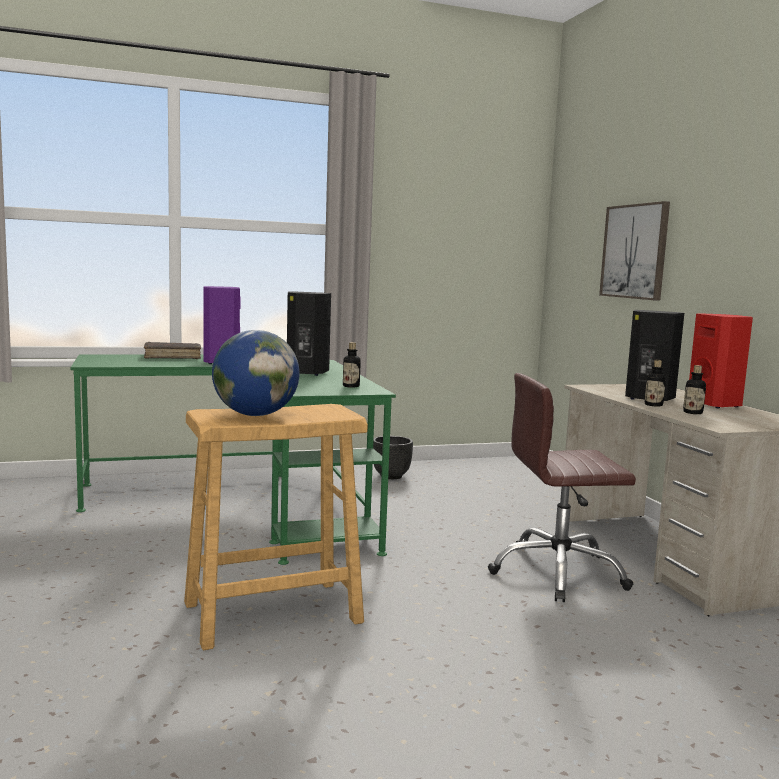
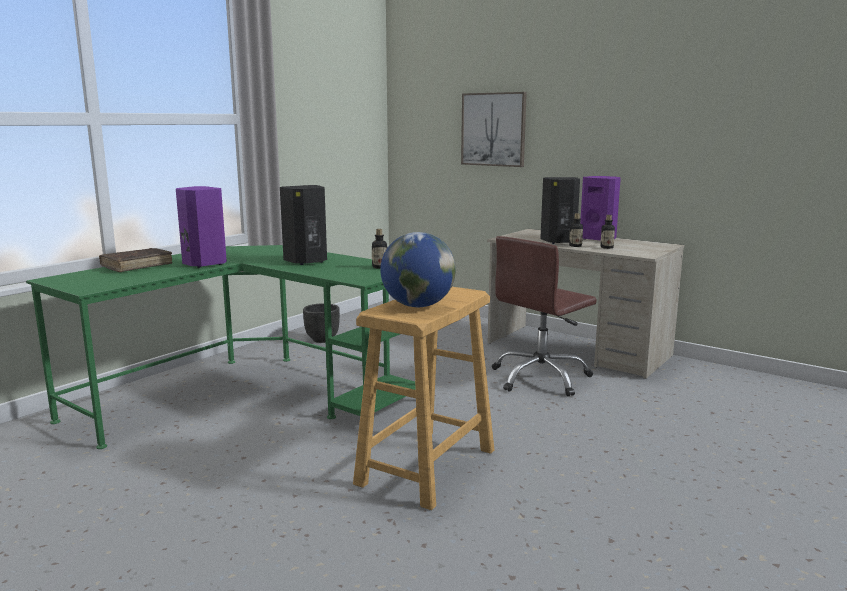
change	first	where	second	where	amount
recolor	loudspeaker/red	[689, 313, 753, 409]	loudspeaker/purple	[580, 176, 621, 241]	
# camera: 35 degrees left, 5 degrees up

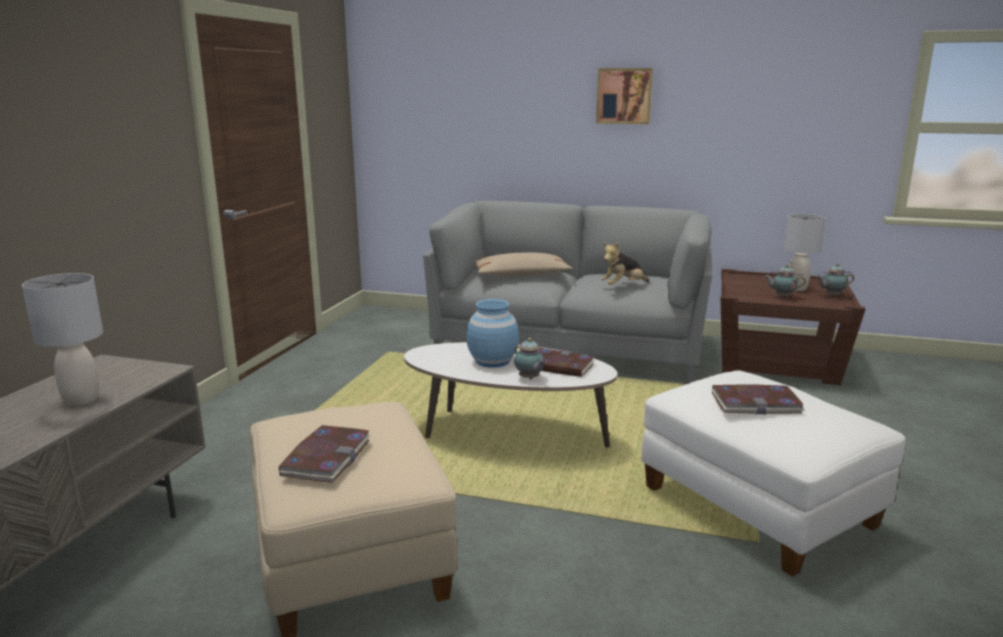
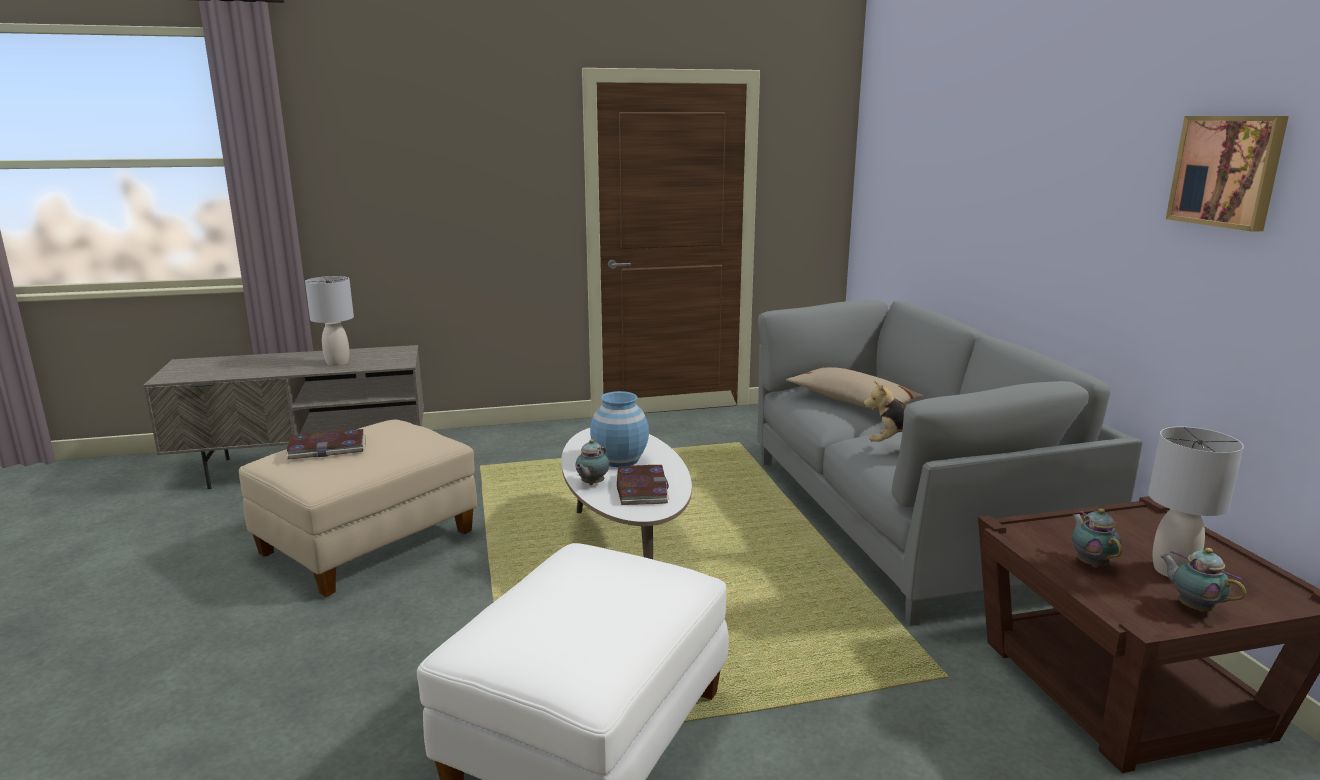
change	first	where	second	where	amount
move	picture	[596, 68, 653, 124]		[1166, 116, 1289, 232]	
delete	volume	[711, 384, 805, 414]			
# camera: 60 degrees right, 0 degrees up

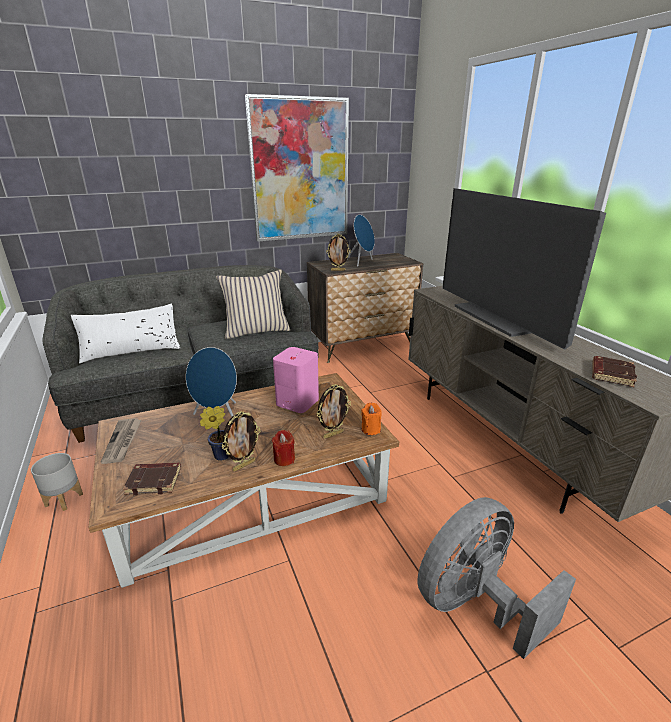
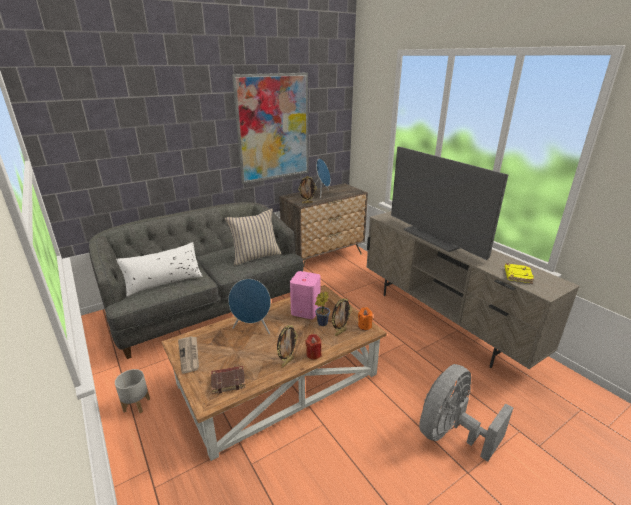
change	first	where	second	where	amount
move	potted plant	[200, 406, 229, 461]		[315, 292, 330, 326]	
recolor	volume/brown-coloured	[592, 356, 637, 387]	volume/yellow-coloured	[505, 264, 534, 284]	
# camera: 10 degrees left, 0 degrees up

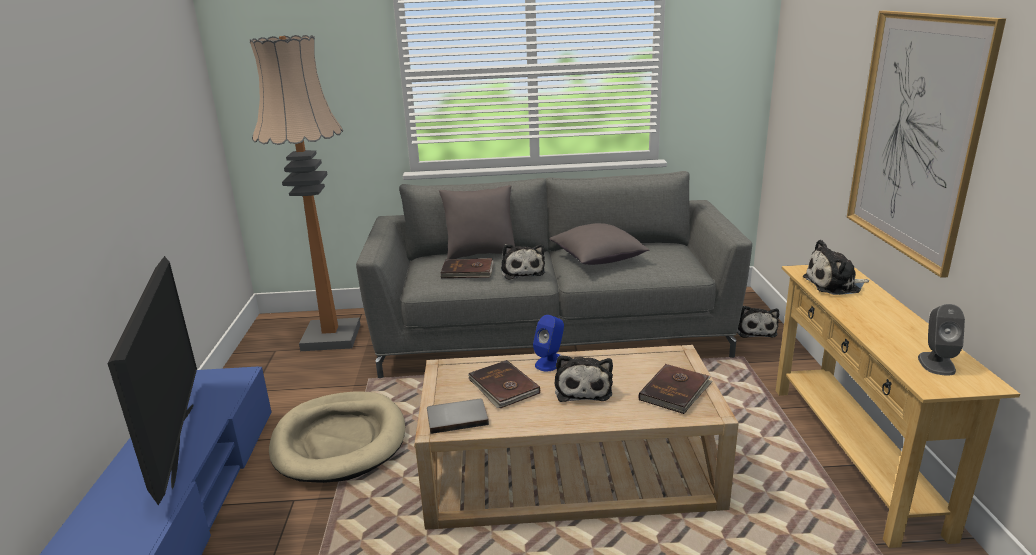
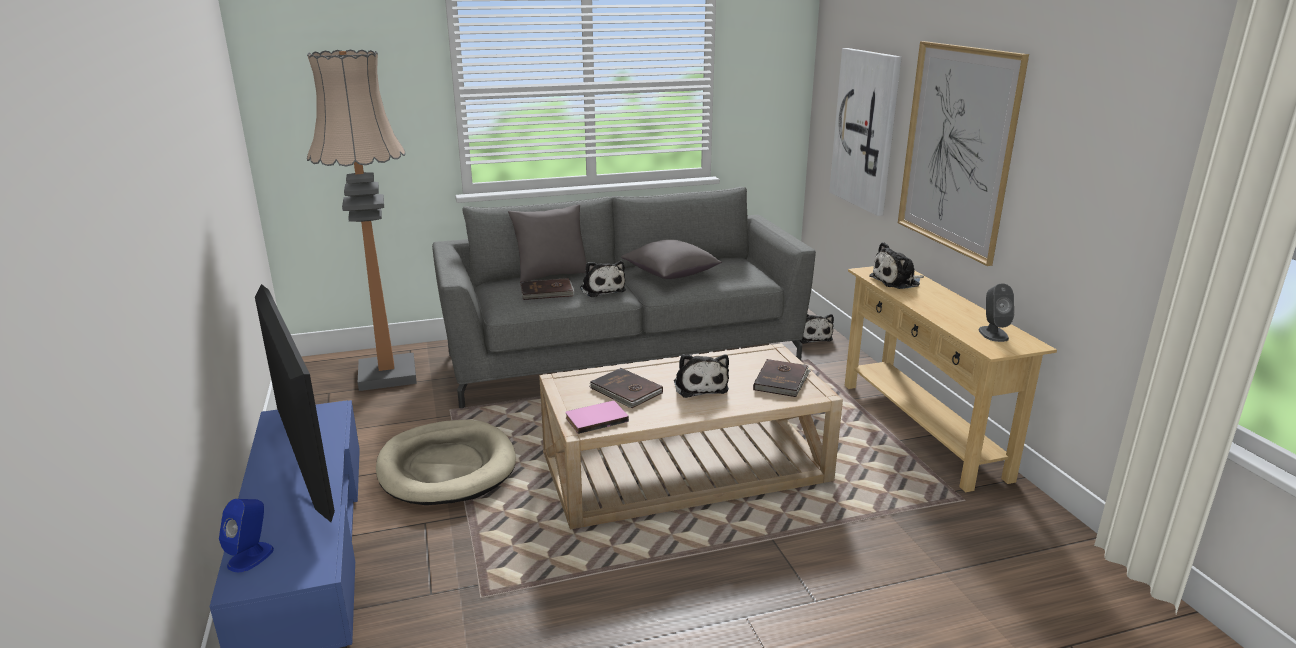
change	first	where	second	where	amount
recolor	volume/greyish	[427, 399, 489, 434]	volume/pinkish	[565, 401, 629, 434]	
move	loudspeaker/blue	[533, 315, 564, 372]		[219, 499, 274, 572]	
insert			picture	[829, 48, 902, 216]	
# camera: 15 degrees left, 0 degrees up

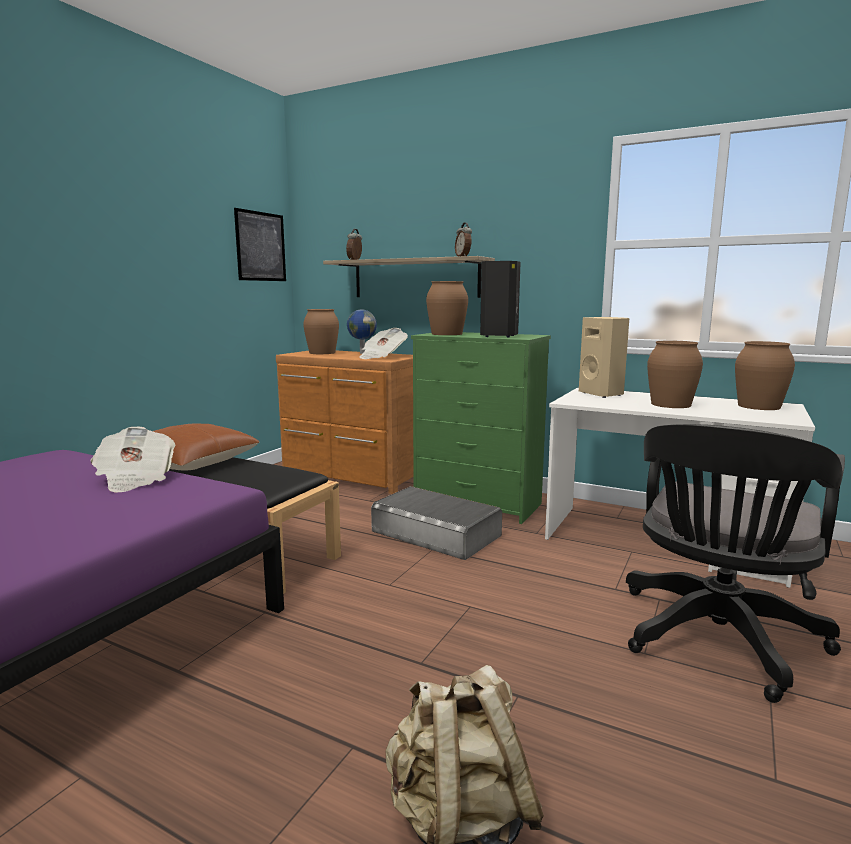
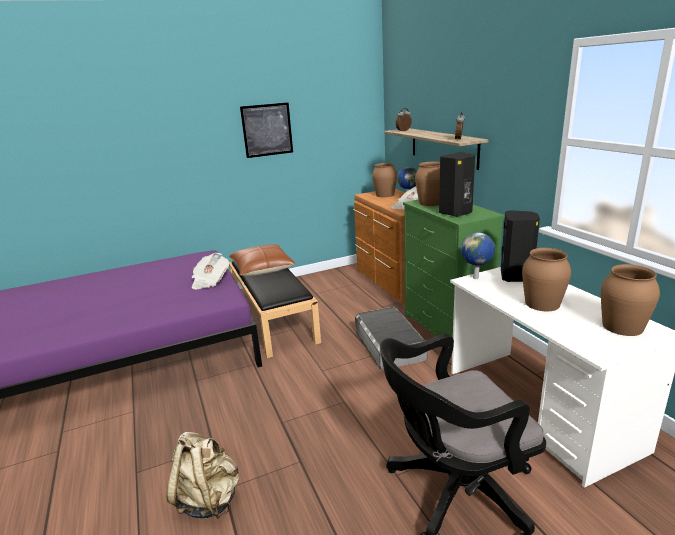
change	first	where	second	where	amount
move	picture	[234, 208, 286, 281]		[240, 103, 293, 158]	
recolor	loudspeaker/beige-coloured	[579, 317, 629, 398]	loudspeaker/black	[501, 210, 540, 282]	
insert			desk globe	[461, 232, 495, 279]	
# camera: 40 degrees right, 10 degrees up

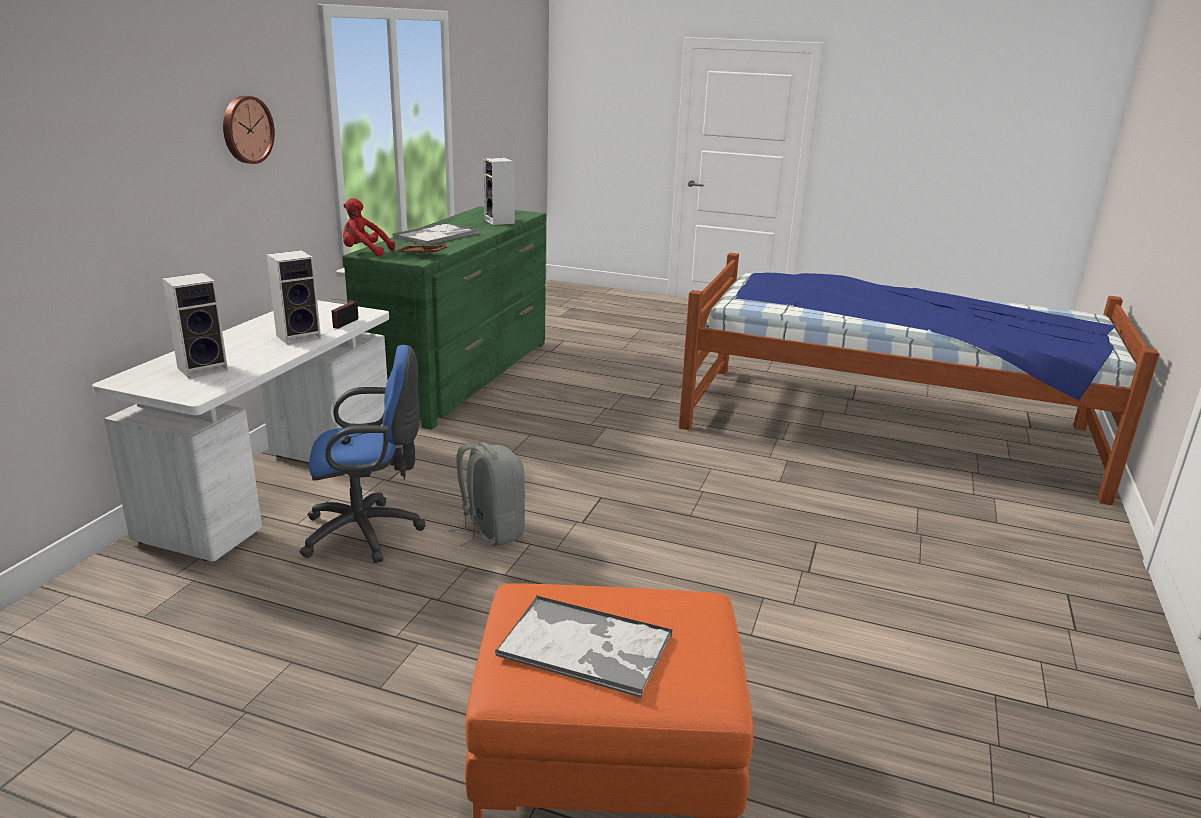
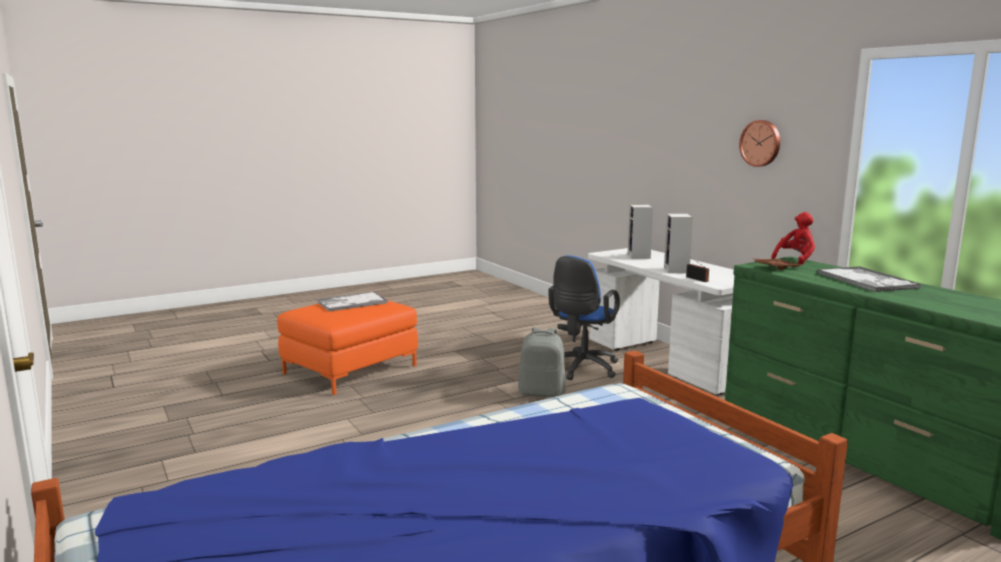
change	first	where	second	where	amount
delete	loudspeaker	[484, 158, 515, 225]			
# camera: 130 degrees right, 10 degrees down

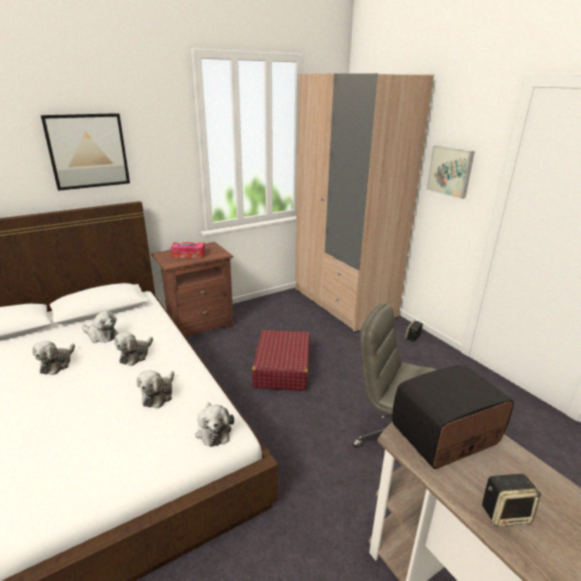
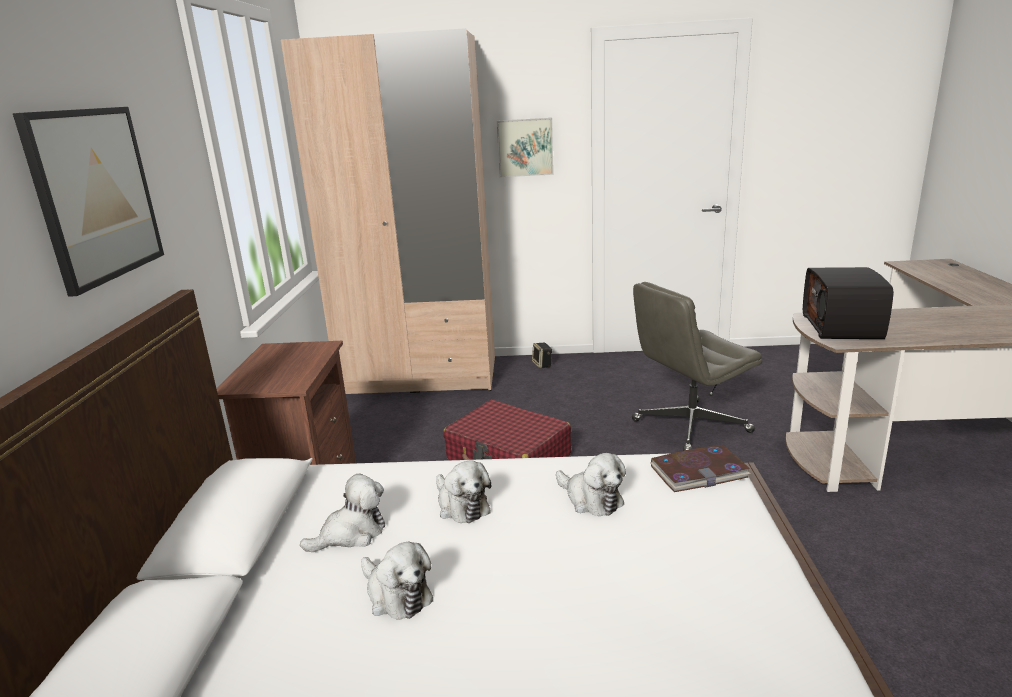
change	first	where	second	where	amount
delete	tissue box	[170, 242, 205, 258]			
replace	plush toy	[195, 402, 234, 447]	volume	[650, 445, 751, 492]	
delete	loudspeaker	[482, 474, 541, 527]			
# camera: 55 degrees left, 5 degrees down

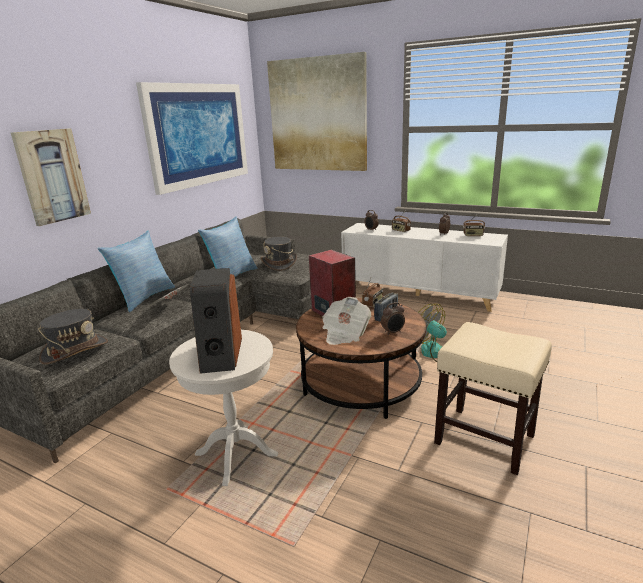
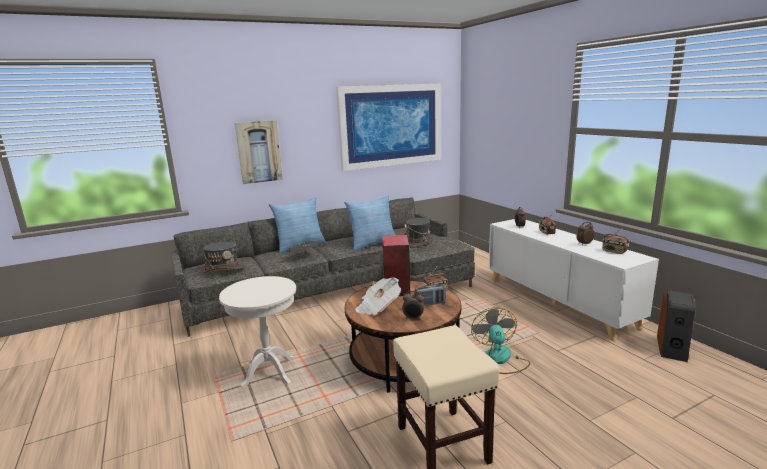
change	first	where	second	where	amount
move	loudspeaker	[190, 268, 242, 374]		[657, 290, 695, 362]	
delete	picture	[267, 52, 367, 171]			
# camera: 35 degrees right, 5 degrees down

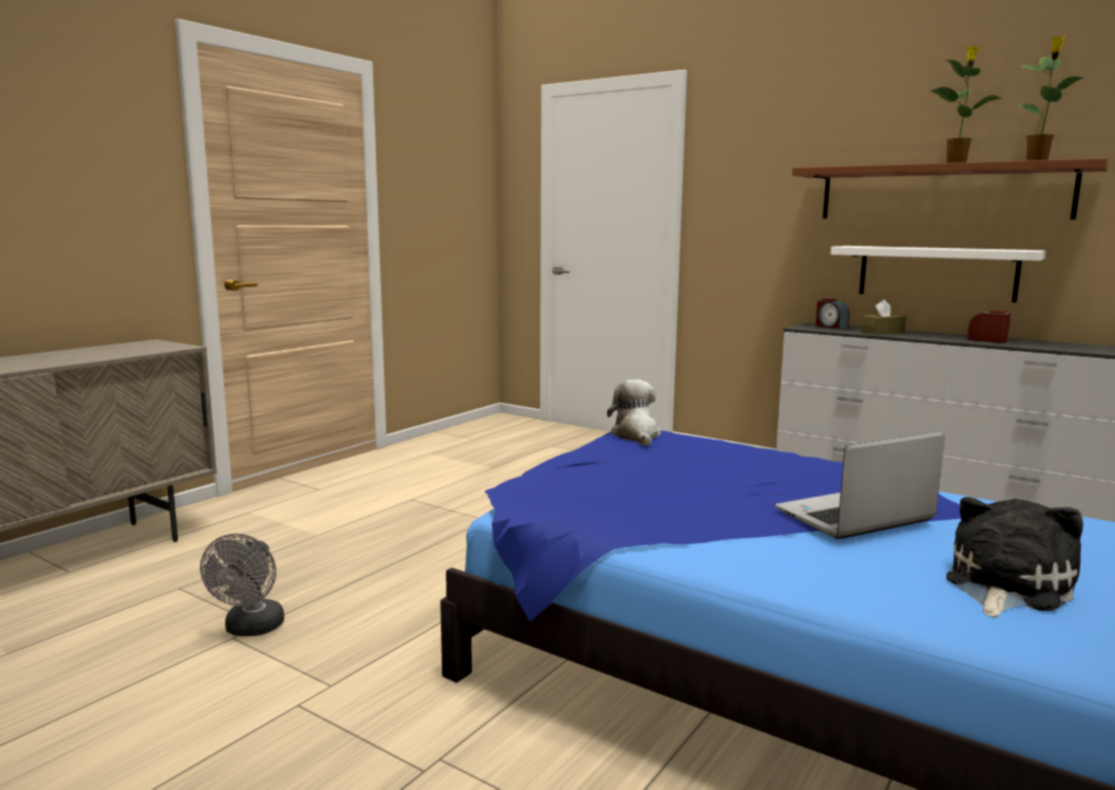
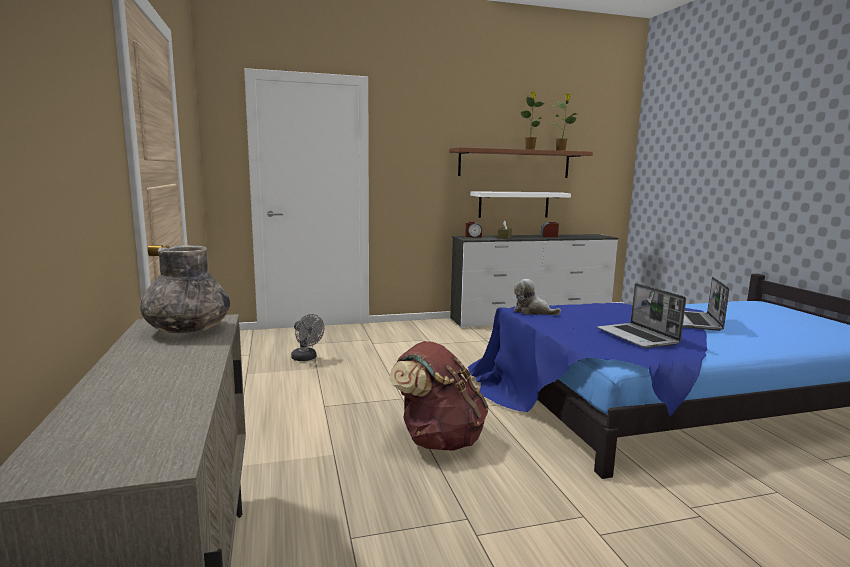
change	first	where	second	where	amount
move	fan/greyish	[200, 533, 284, 636]		[291, 314, 324, 361]	
delete	plush toy	[946, 497, 1083, 618]			
insert			vase/greyish	[140, 245, 230, 333]	
insert			backpack/brown-coloured	[389, 341, 488, 451]	
insert			laptop	[597, 283, 686, 348]	
# camera: 50 degrees left, 0 degrees up

